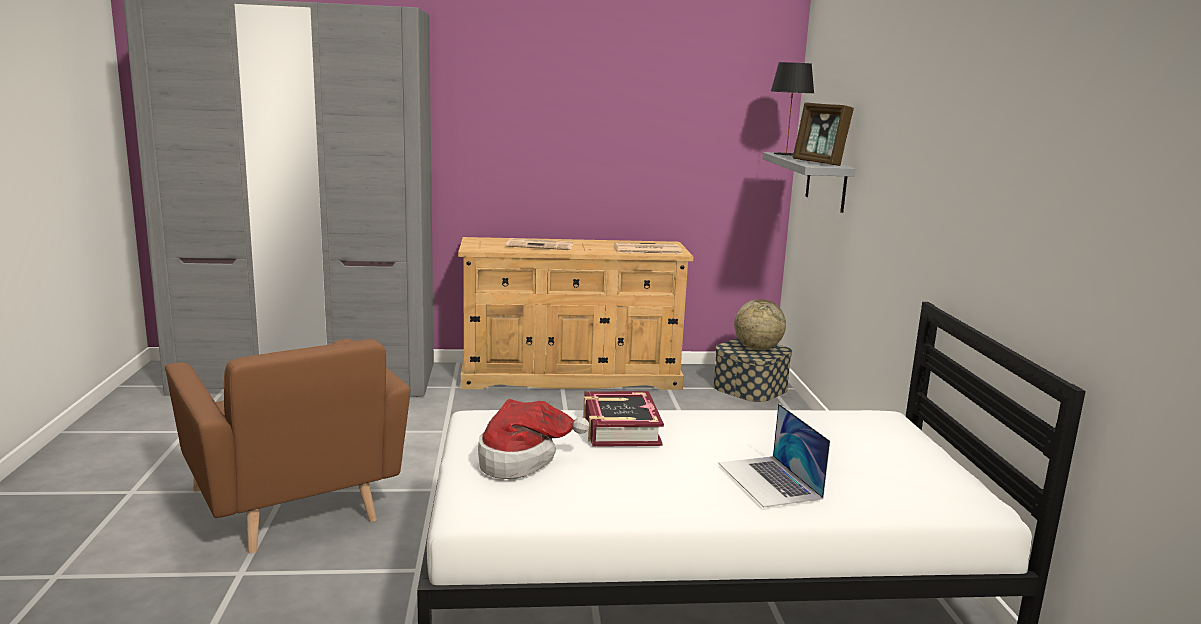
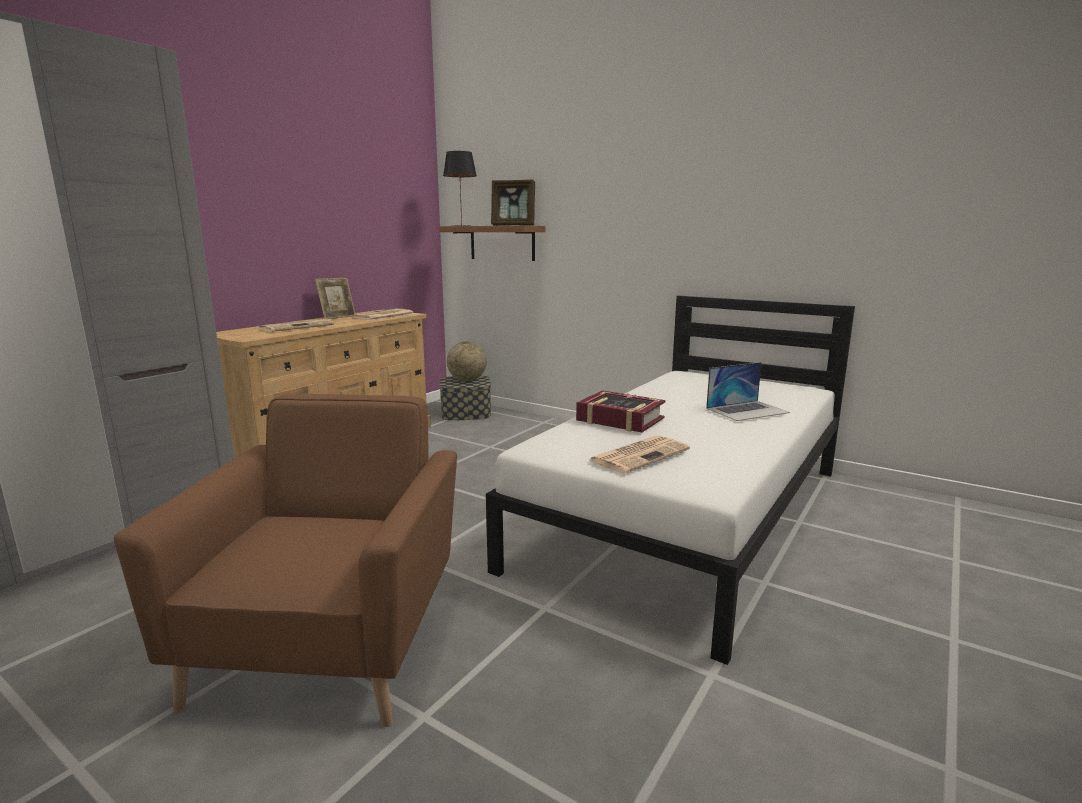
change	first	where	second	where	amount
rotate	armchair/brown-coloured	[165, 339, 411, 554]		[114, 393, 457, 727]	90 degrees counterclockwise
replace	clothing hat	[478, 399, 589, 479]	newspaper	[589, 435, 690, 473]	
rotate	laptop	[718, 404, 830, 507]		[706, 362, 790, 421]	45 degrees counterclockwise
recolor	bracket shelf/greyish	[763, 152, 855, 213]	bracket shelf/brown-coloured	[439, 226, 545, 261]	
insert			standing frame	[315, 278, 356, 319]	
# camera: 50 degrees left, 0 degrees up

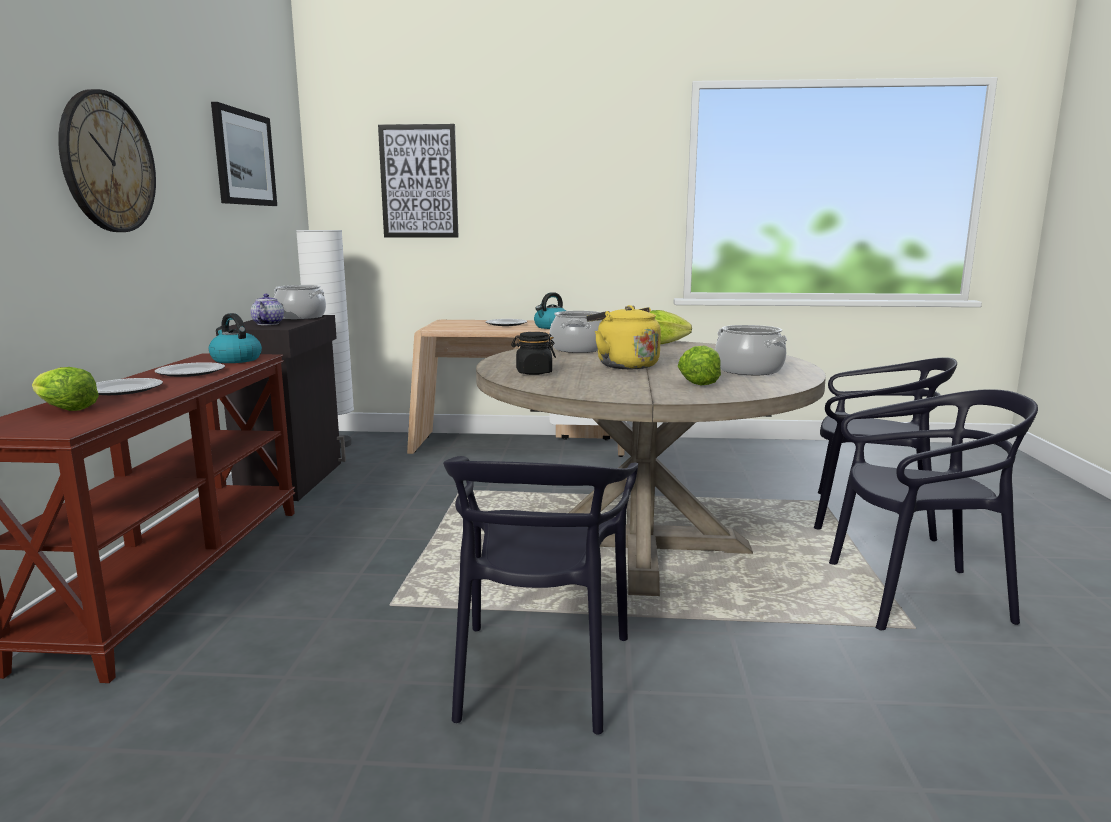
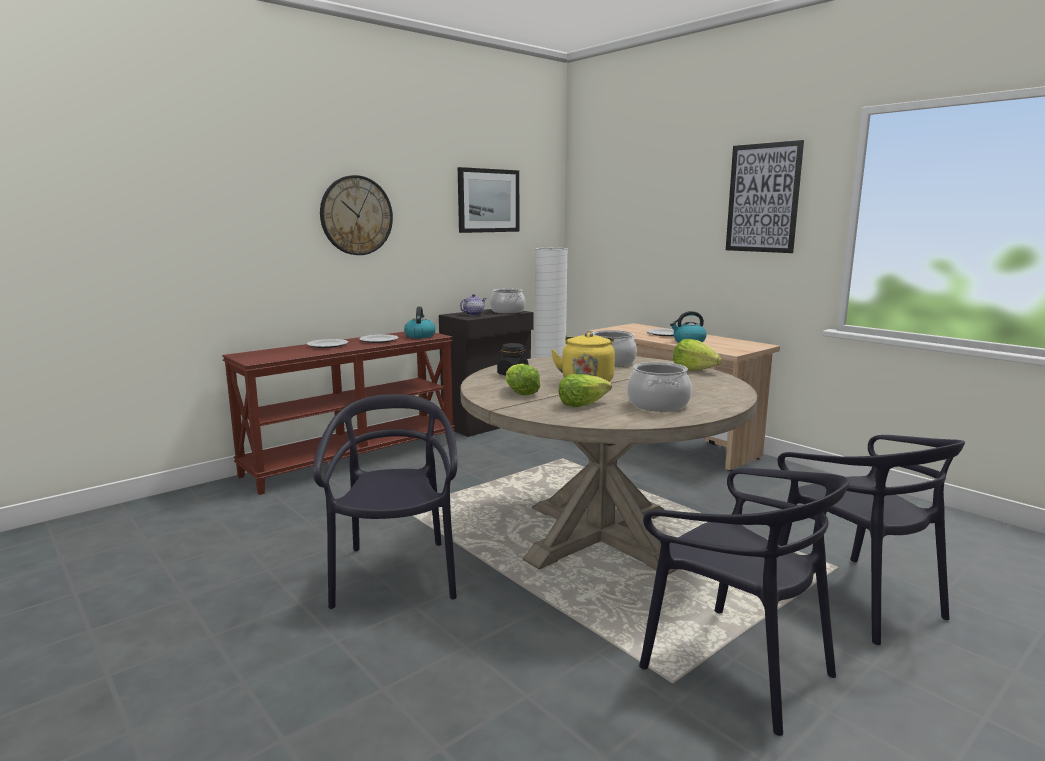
change	first	where	second	where	amount
move	head of lettuce	[32, 367, 99, 411]		[506, 364, 540, 395]	
move	picture	[378, 124, 458, 237]		[726, 140, 804, 253]	
rotate	plain chair/black	[443, 456, 638, 735]		[313, 394, 457, 609]	120 degrees clockwise
# camera: 45 degrees right, 0 degrees up

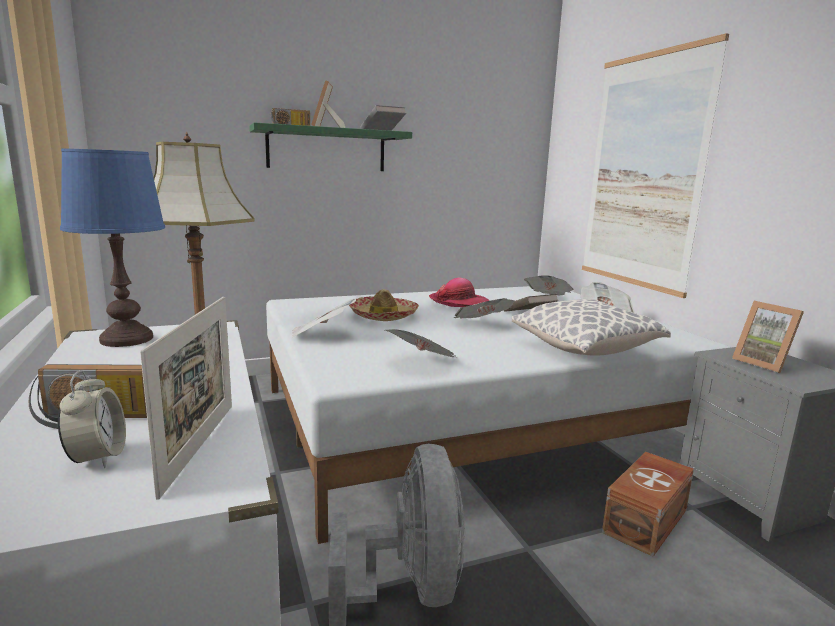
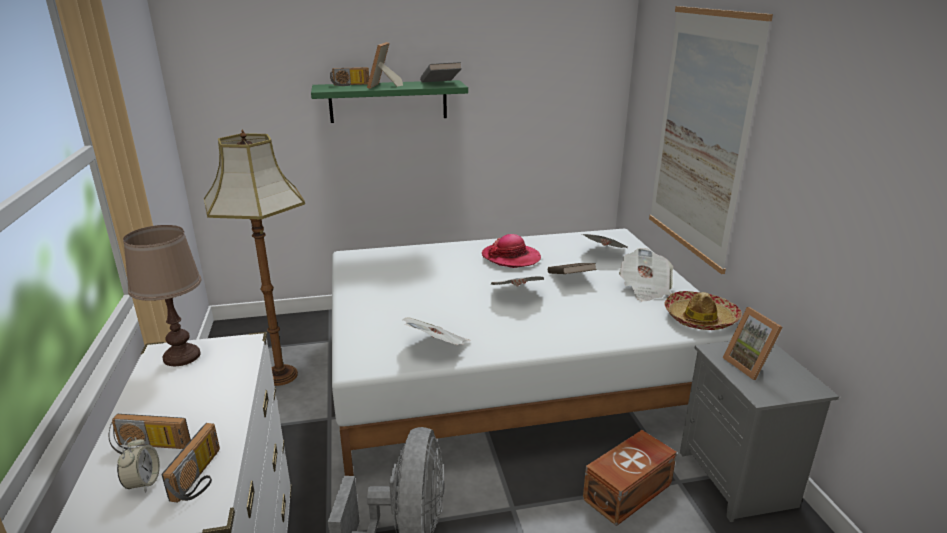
change	first	where	second	where	amount
recolor	lamp for a table/blue	[60, 149, 165, 347]	lamp for a table/brown-coloured	[123, 225, 201, 366]	
replace	standing frame	[140, 297, 232, 499]	radio set	[161, 423, 220, 503]	
delete	newspaper	[292, 299, 356, 337]			
move	clothing hat	[349, 289, 419, 321]		[664, 291, 742, 330]	
delete	cushion	[512, 299, 671, 356]			
# camera: 10 degrees right, 10 degrees up

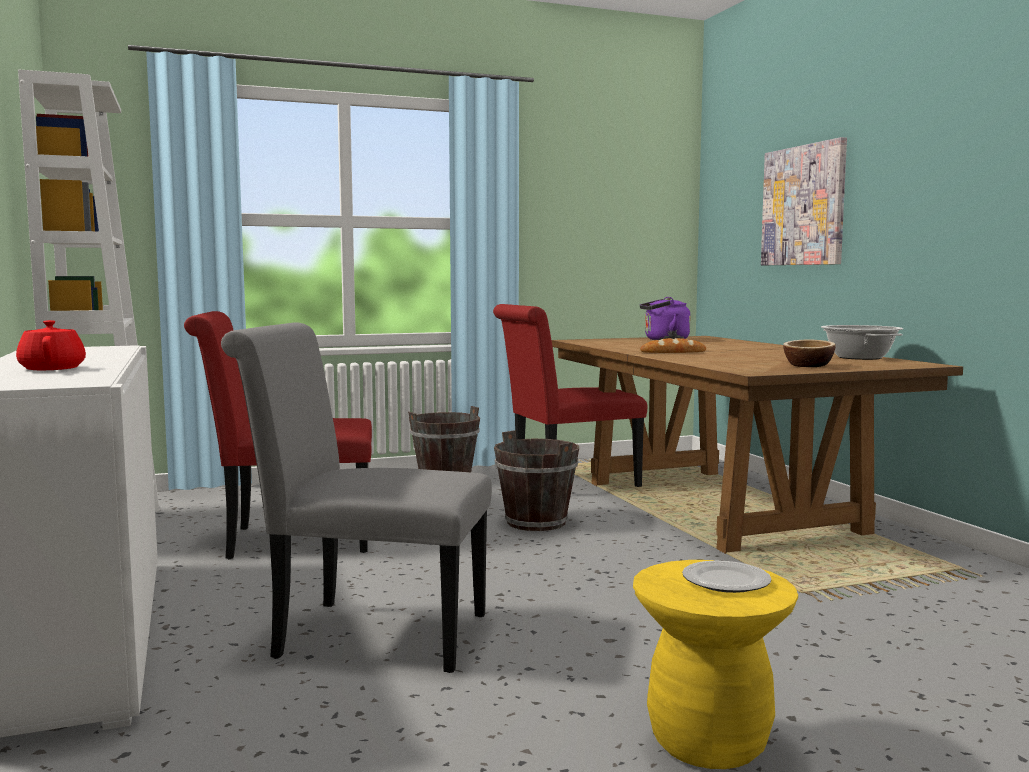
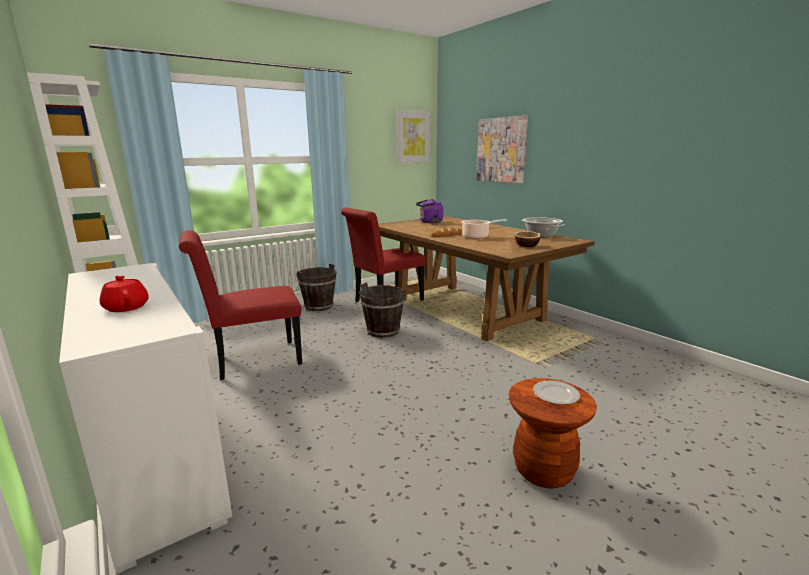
change	first	where	second	where	amount
delete	plain chair/greyish	[221, 322, 492, 673]			
recolor	stool seat/yellow-coloured	[633, 560, 798, 769]	stool seat/brown-coloured	[509, 378, 597, 489]	
insert			picture	[396, 109, 431, 163]	
insert			cooking pot	[462, 219, 507, 239]	
# camera: 15 degrees left, 10 degrees up

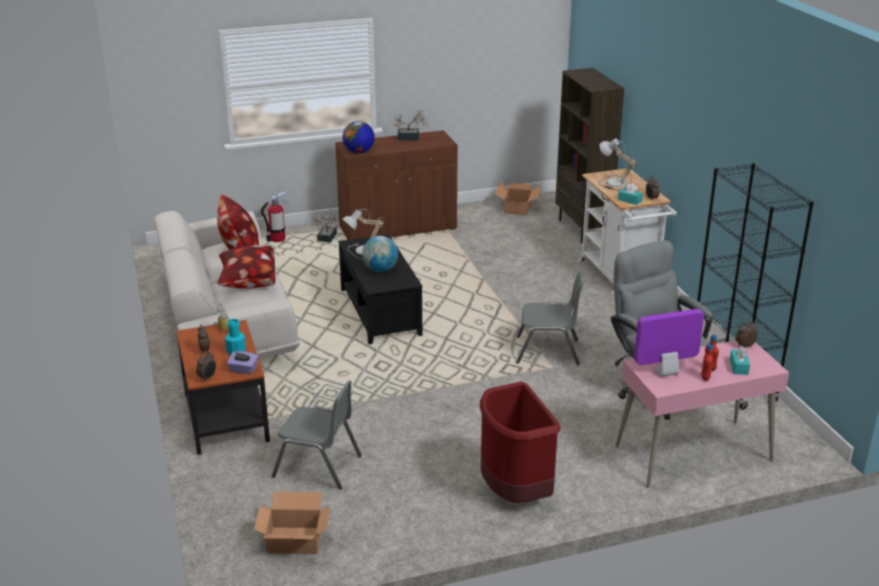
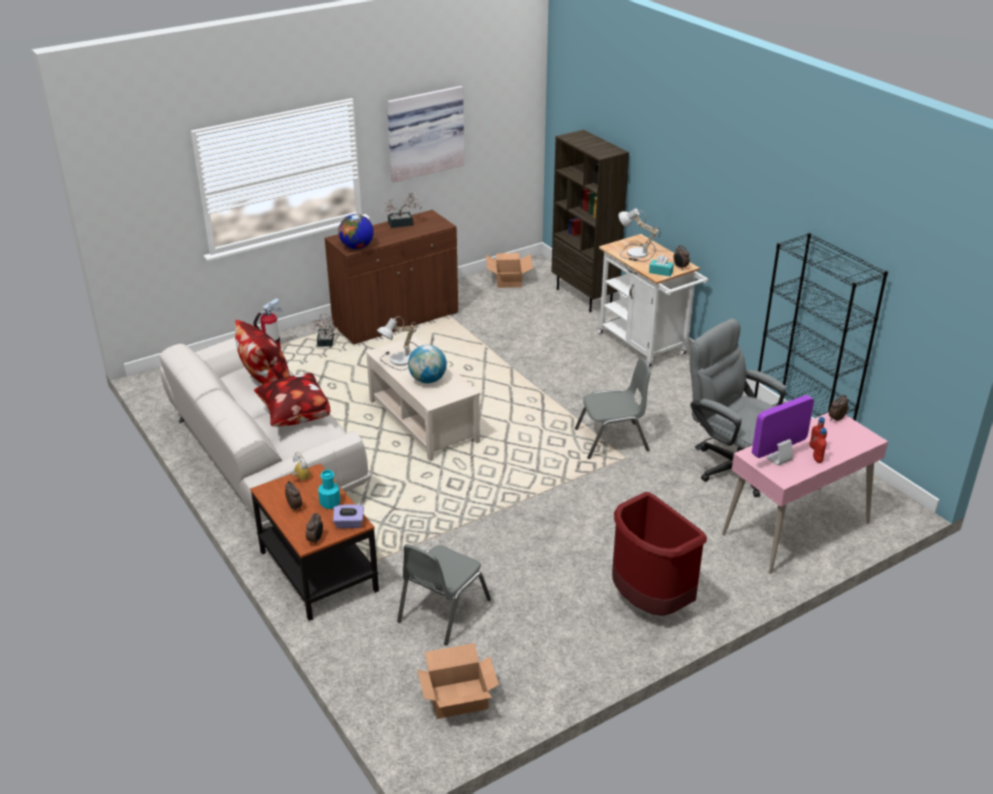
change	first	where	second	where	amount
rotate	plain chair/greyish	[272, 380, 362, 490]		[397, 544, 491, 645]	120 degrees clockwise
recolor	lounge table/black	[338, 234, 422, 344]	lounge table/beige-coloured	[366, 336, 480, 461]	
delete	tissue box/turquoise-coloured	[730, 346, 750, 375]			
insert			picture	[387, 86, 464, 183]	
# camera: 15 degrees left, 5 degrees up

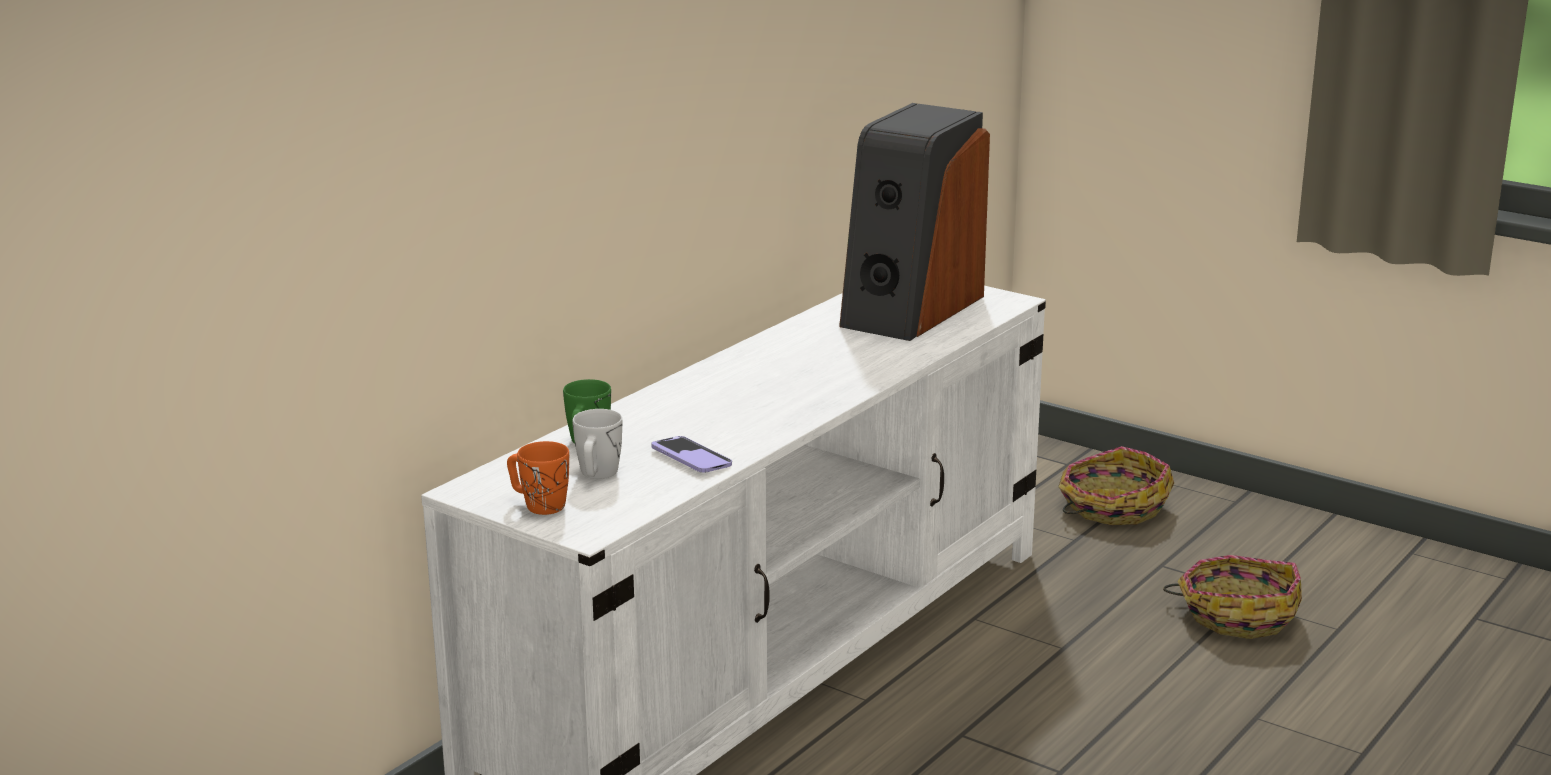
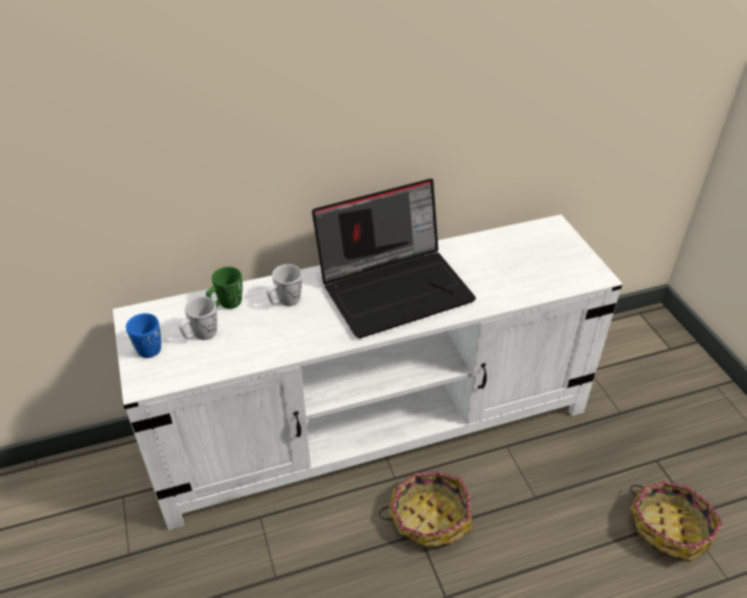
change	first	where	second	where	amount
recolor	tea mug/orange-coloured	[507, 441, 569, 515]	tea mug/blue	[126, 313, 161, 358]	
delete	telephone	[651, 436, 732, 472]			
delete	loudspeaker	[839, 103, 990, 341]			
move	basket	[1058, 446, 1174, 525]		[379, 472, 473, 548]	
insert			tea mug/white	[267, 264, 302, 306]	
insert			laptop	[312, 179, 476, 338]	
# camera: 35 degrees right, 20 degrees up

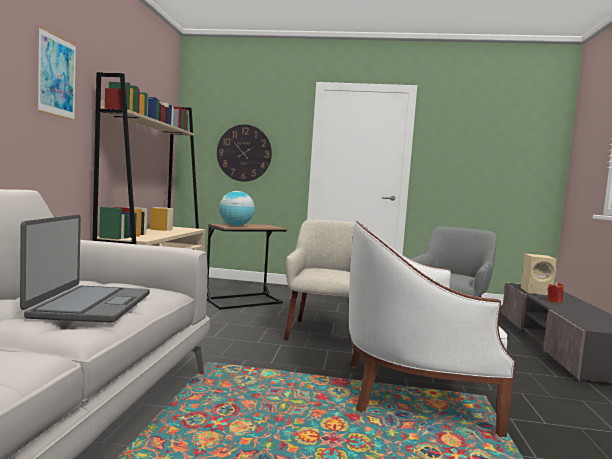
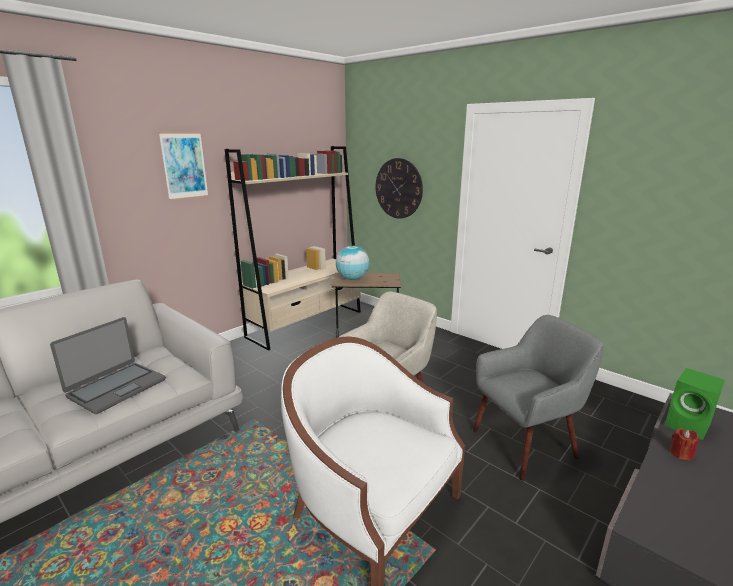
change	first	where	second	where	amount
recolor	loudspeaker/beige-coloured	[521, 254, 556, 295]	loudspeaker/green-coloured	[665, 368, 725, 440]	
# camera: 35 degrees right, 15 degrees up

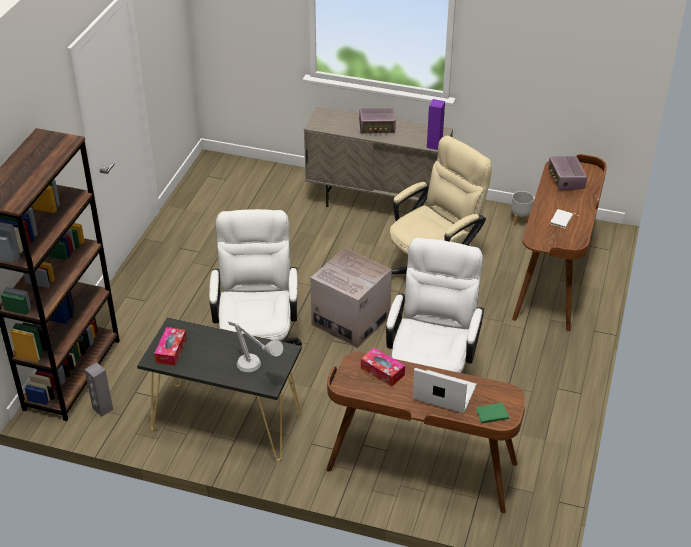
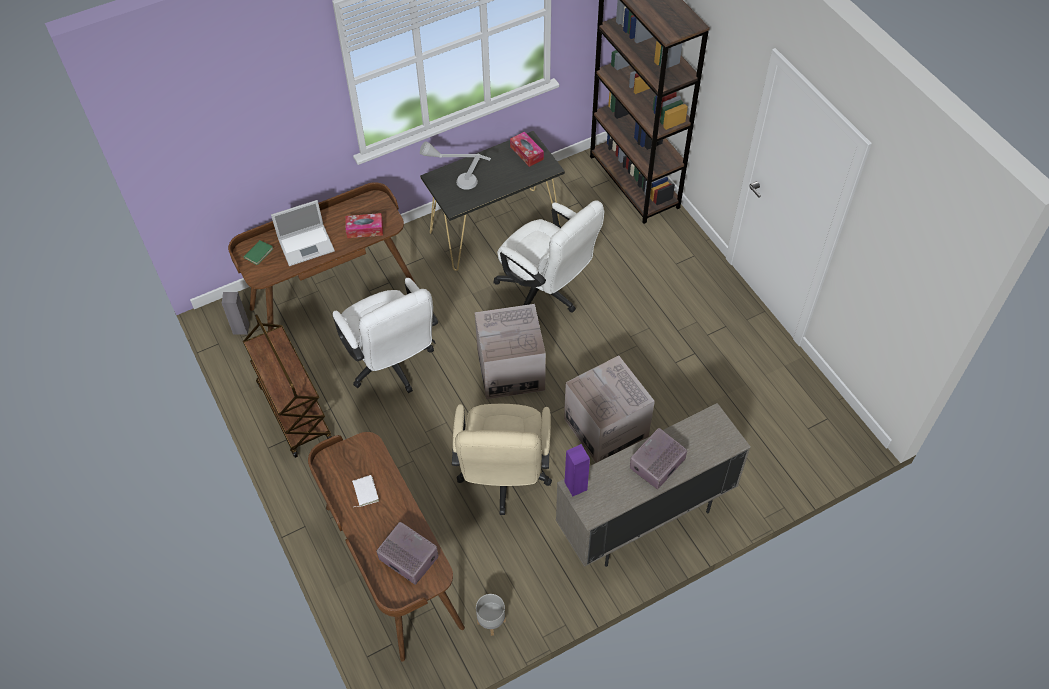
change	first	where	second	where	amount
move	loudspeaker/greyish	[85, 362, 113, 417]		[222, 292, 250, 334]	
insert			cart/brown-coloured	[243, 314, 332, 458]	
insert			cardboard box	[564, 355, 655, 463]	
# camera: 135 degrees right, 15 degrees up

